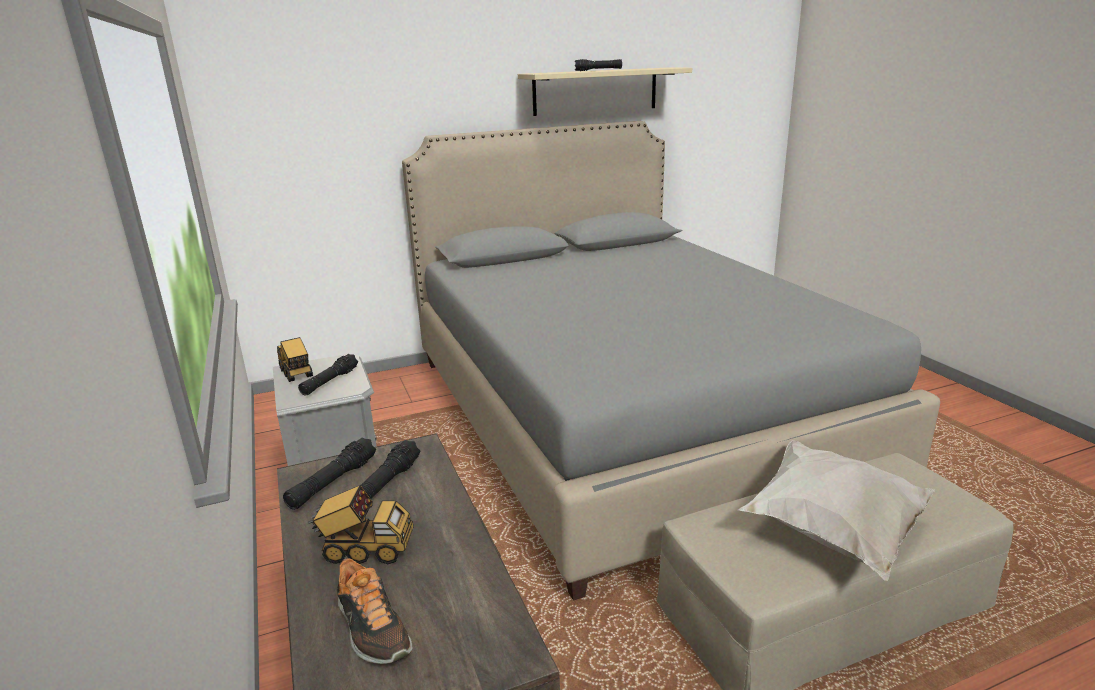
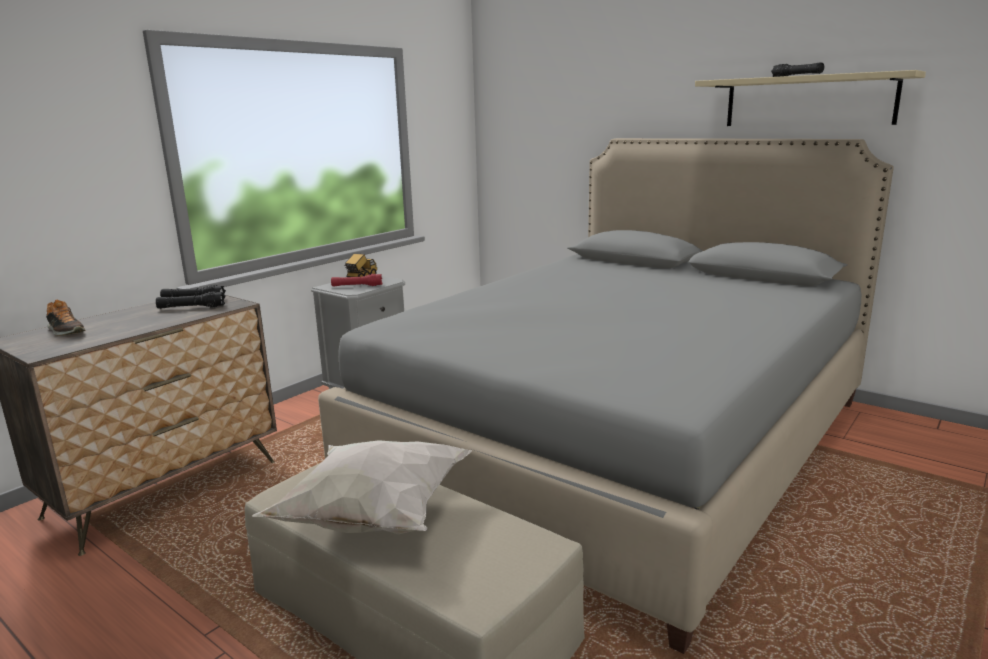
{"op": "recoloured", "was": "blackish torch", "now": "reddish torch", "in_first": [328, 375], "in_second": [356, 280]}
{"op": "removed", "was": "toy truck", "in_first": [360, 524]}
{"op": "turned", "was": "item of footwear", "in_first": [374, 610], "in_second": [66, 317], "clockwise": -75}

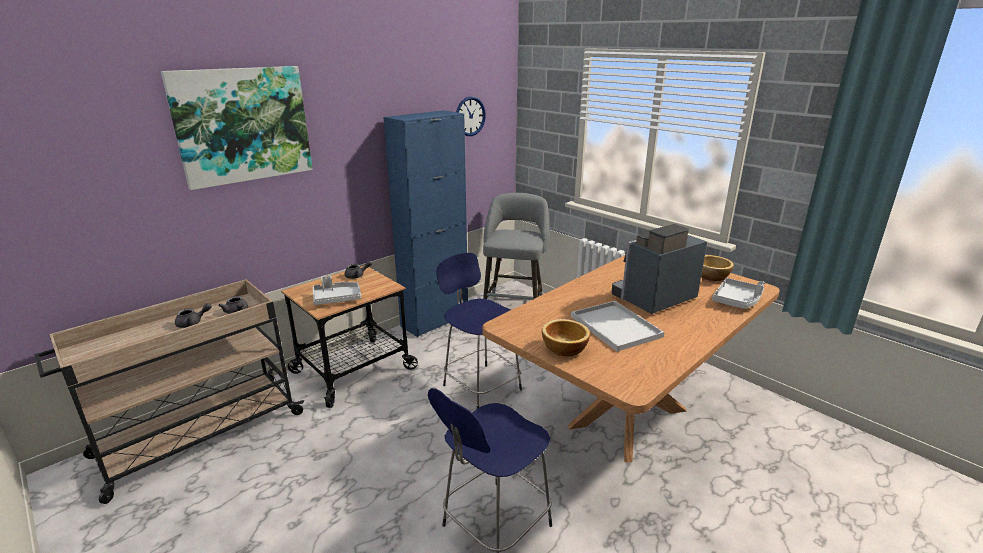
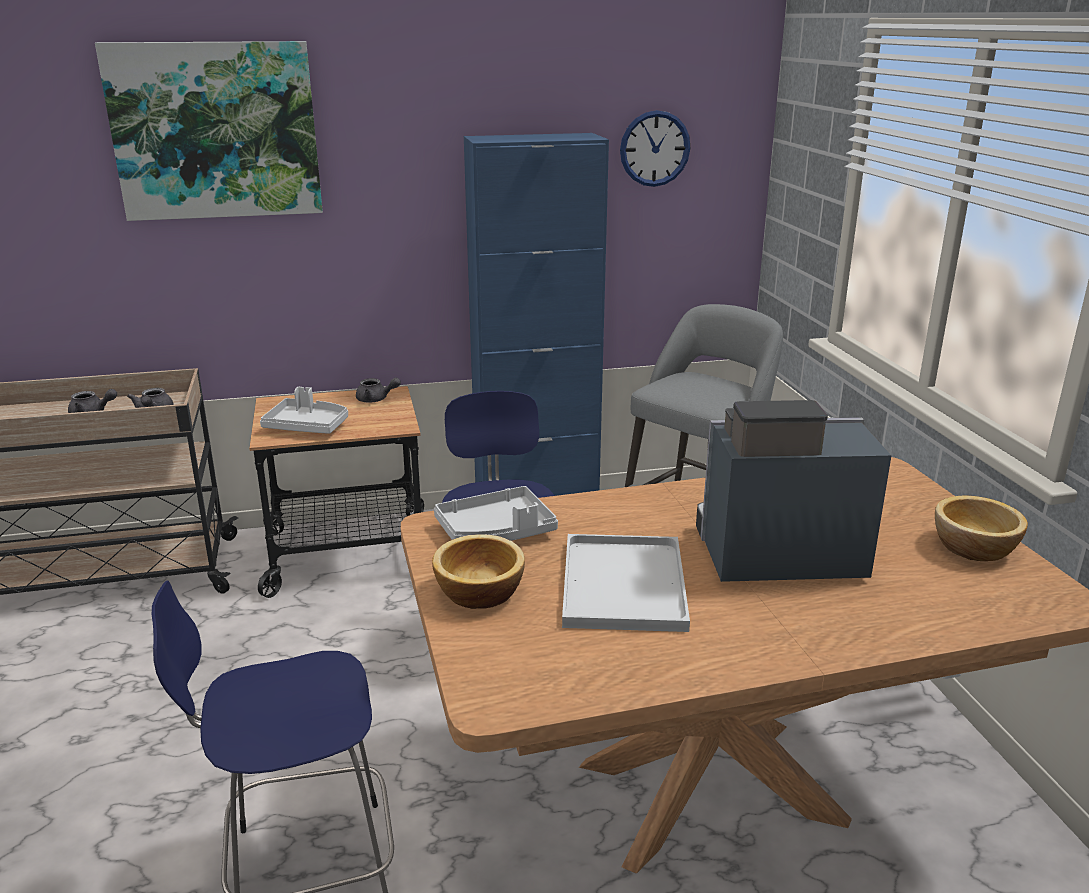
{"op": "moved", "was": "gray carrying tray", "in_first": [738, 293], "in_second": [496, 513]}

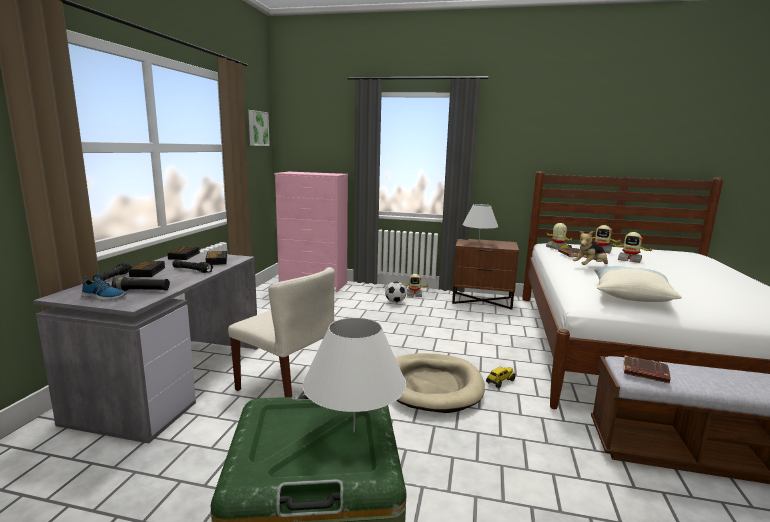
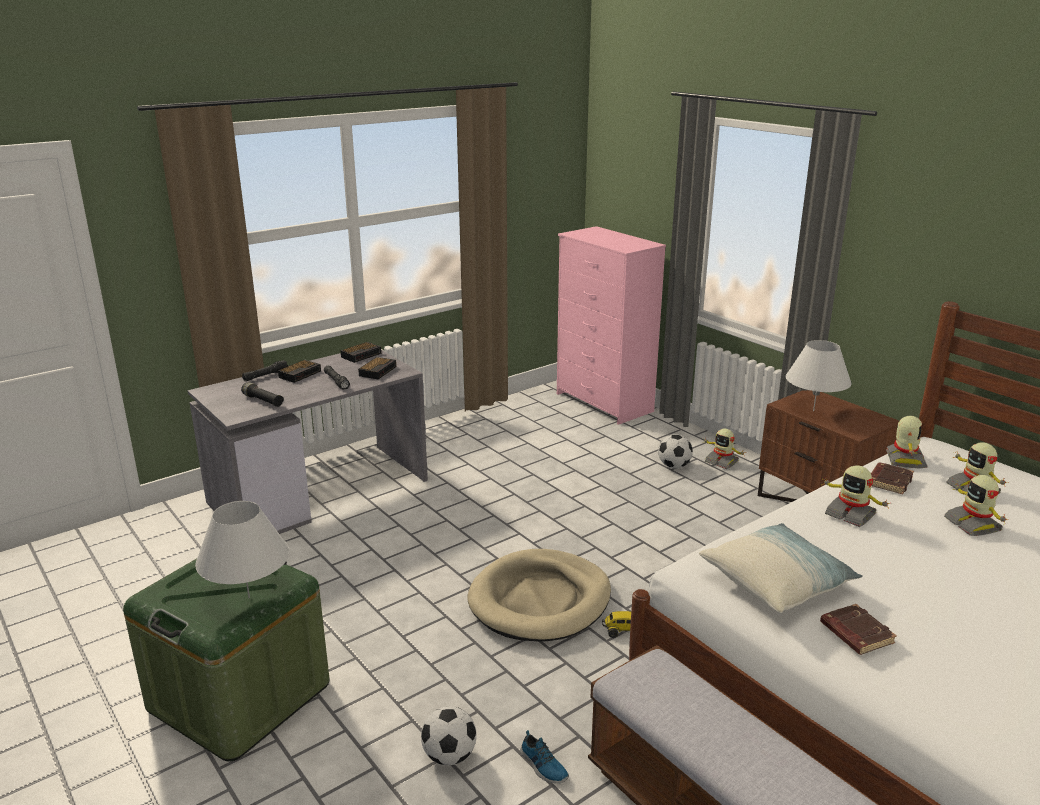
{"op": "removed", "was": "picture", "in_first": [259, 128]}
{"op": "replaced", "was": "plush toy", "now": "toy robot", "in_first": [590, 248], "in_second": [855, 496]}
{"op": "removed", "was": "beige-coloured chair", "in_first": [281, 332]}
{"op": "moved", "was": "item of footwear", "in_first": [104, 286], "in_second": [544, 757]}
{"op": "moved", "was": "brown volume", "in_first": [647, 369], "in_second": [858, 629]}
{"op": "added", "now": "ball for football", "in_second": [449, 735]}

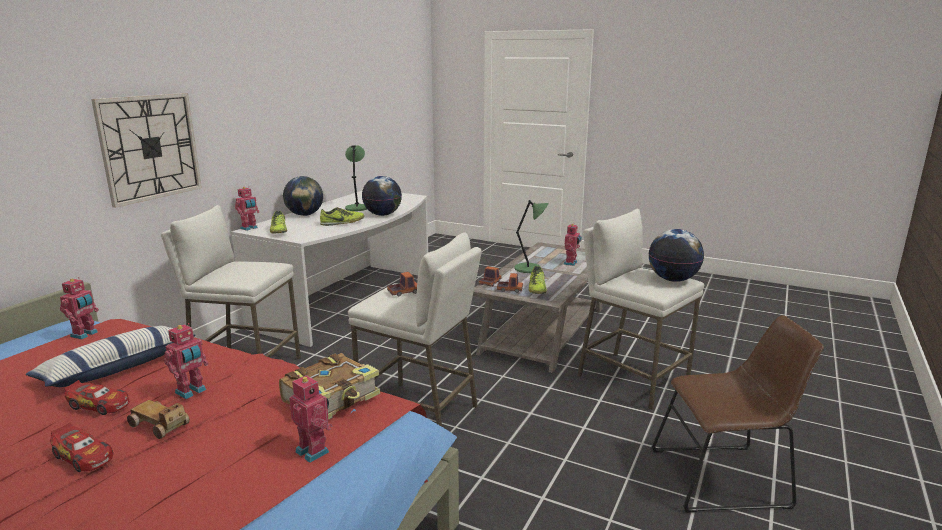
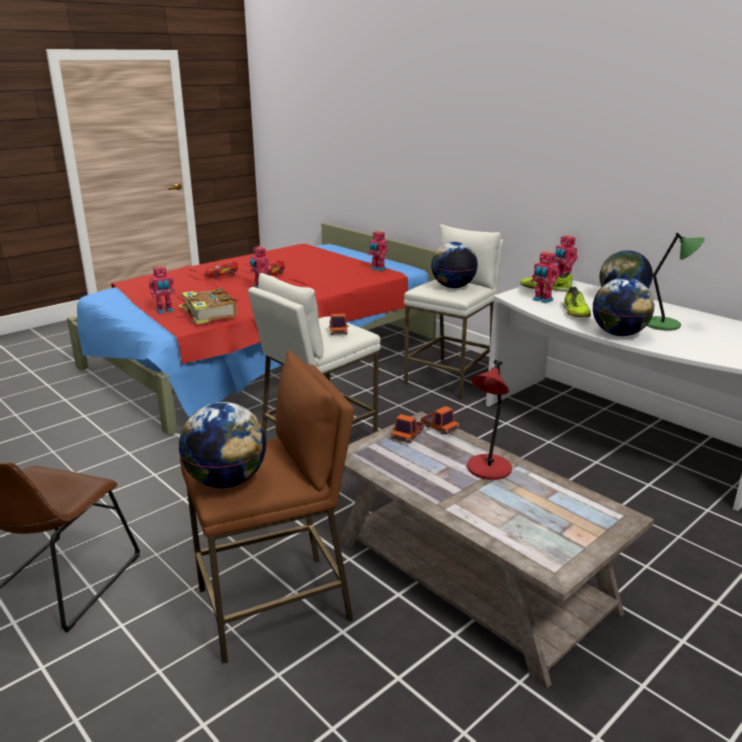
{"op": "removed", "was": "hanging clock", "in_first": [146, 150]}
{"op": "recoloured", "was": "green-coloured table lamp", "now": "reddish table lamp", "in_first": [531, 236], "in_second": [489, 420]}
{"op": "recoloured", "was": "whitish stool", "now": "brown stool", "in_first": [640, 309], "in_second": [267, 506]}
{"op": "moved", "was": "toy robot", "in_first": [572, 244], "in_second": [545, 277]}
{"op": "removed", "was": "item of footwear", "in_first": [537, 280]}
{"op": "removed", "was": "throw pillow", "in_first": [111, 356]}
{"op": "removed", "was": "model car", "in_first": [158, 419]}
{"op": "added", "now": "globe", "in_second": [454, 265]}

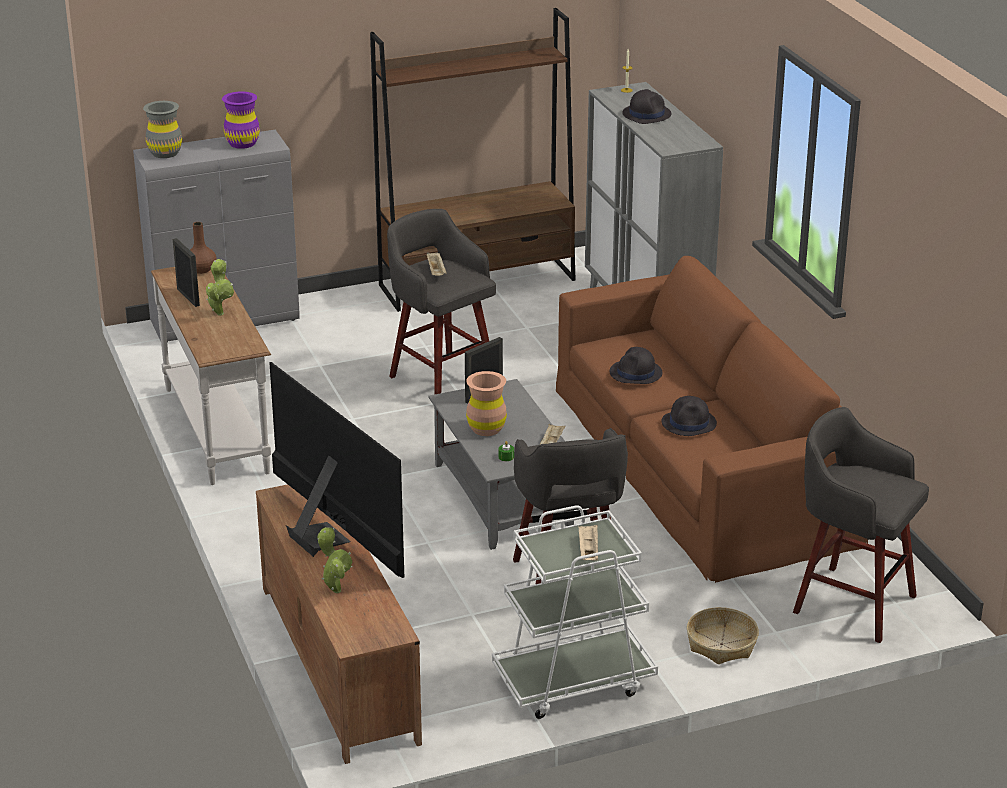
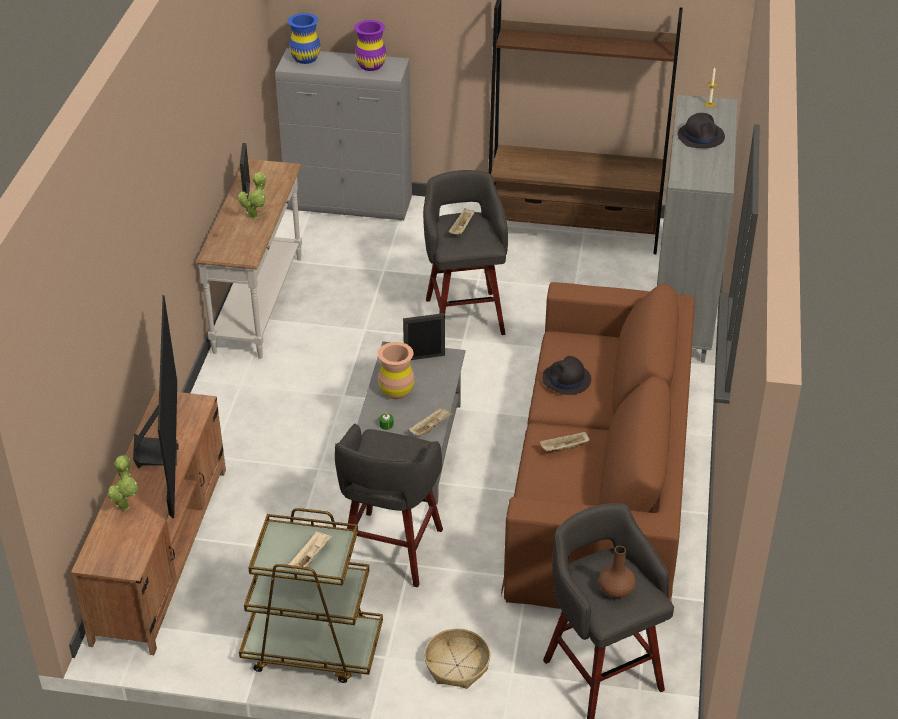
{"op": "recoloured", "was": "gray decorative vase", "now": "blue-coloured decorative vase", "in_first": [162, 129], "in_second": [304, 38]}
{"op": "moved", "was": "brown decorative vase", "in_first": [203, 248], "in_second": [617, 572]}
{"op": "replaced", "was": "blackish clothing hat", "now": "beige-coloured carrying tray", "in_first": [689, 416], "in_second": [565, 441]}
{"op": "recoloured", "was": "whitish wheeled cart", "now": "brown wheeled cart", "in_first": [575, 612], "in_second": [311, 595]}

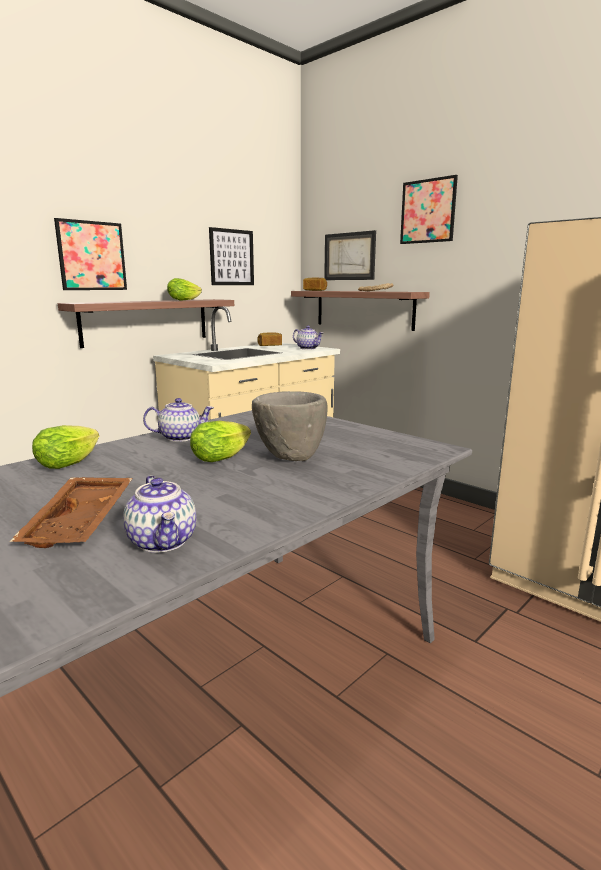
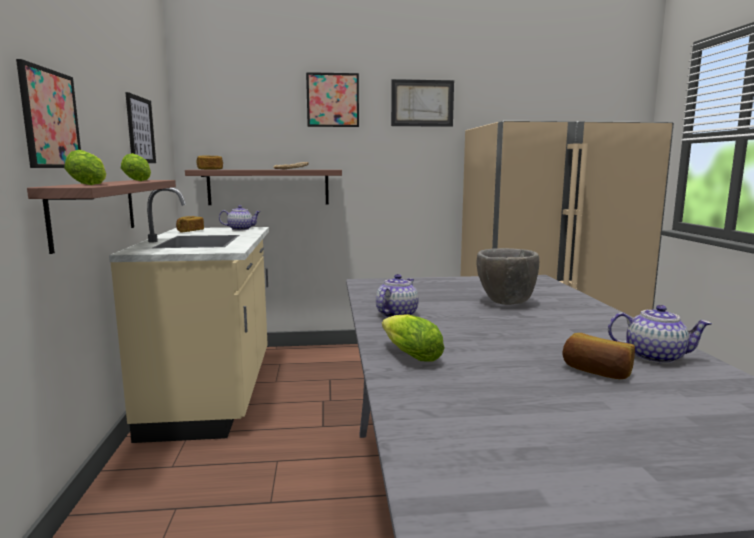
{"op": "moved", "was": "picture", "in_first": [350, 255], "in_second": [422, 103]}
{"op": "moved", "was": "lettuce", "in_first": [220, 441], "in_second": [85, 167]}
{"op": "replaced", "was": "brown carrying tray", "now": "baked bread", "in_first": [71, 512], "in_second": [598, 356]}

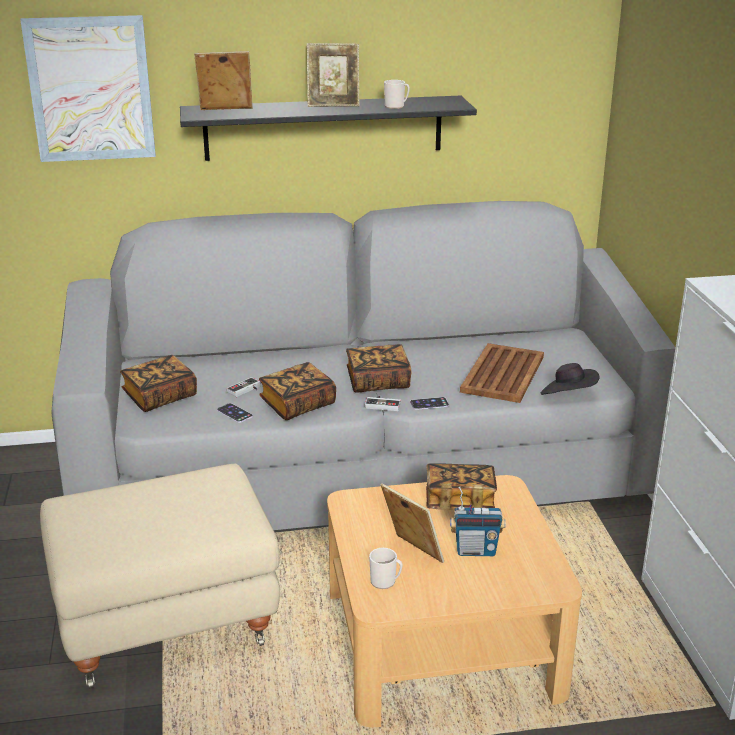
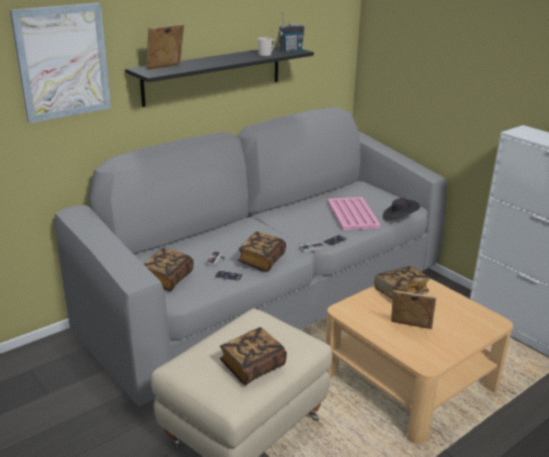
{"op": "removed", "was": "picture frame", "in_first": [333, 75]}
{"op": "recoloured", "was": "brown carrying tray", "now": "pink carrying tray", "in_first": [502, 373], "in_second": [354, 213]}
{"op": "moved", "was": "volume", "in_first": [378, 368], "in_second": [253, 356]}
{"op": "moved", "was": "radio receiver", "in_first": [478, 521], "in_second": [291, 32]}
{"op": "removed", "was": "coffee mug", "in_first": [386, 568]}

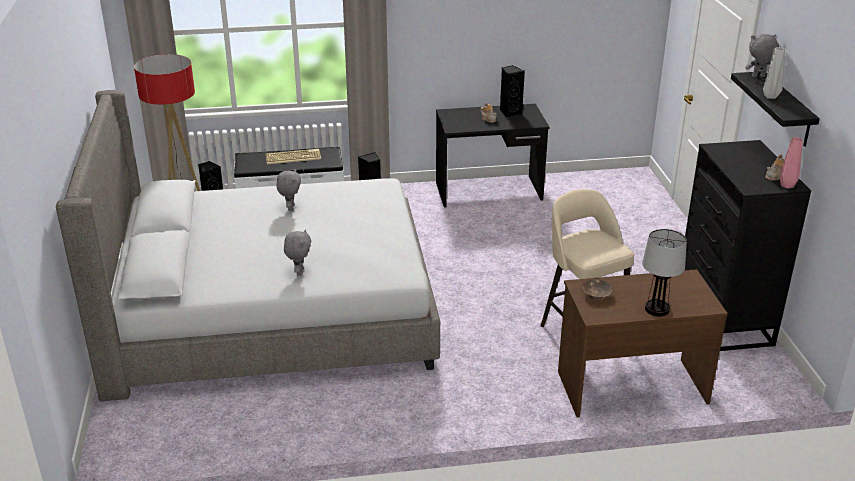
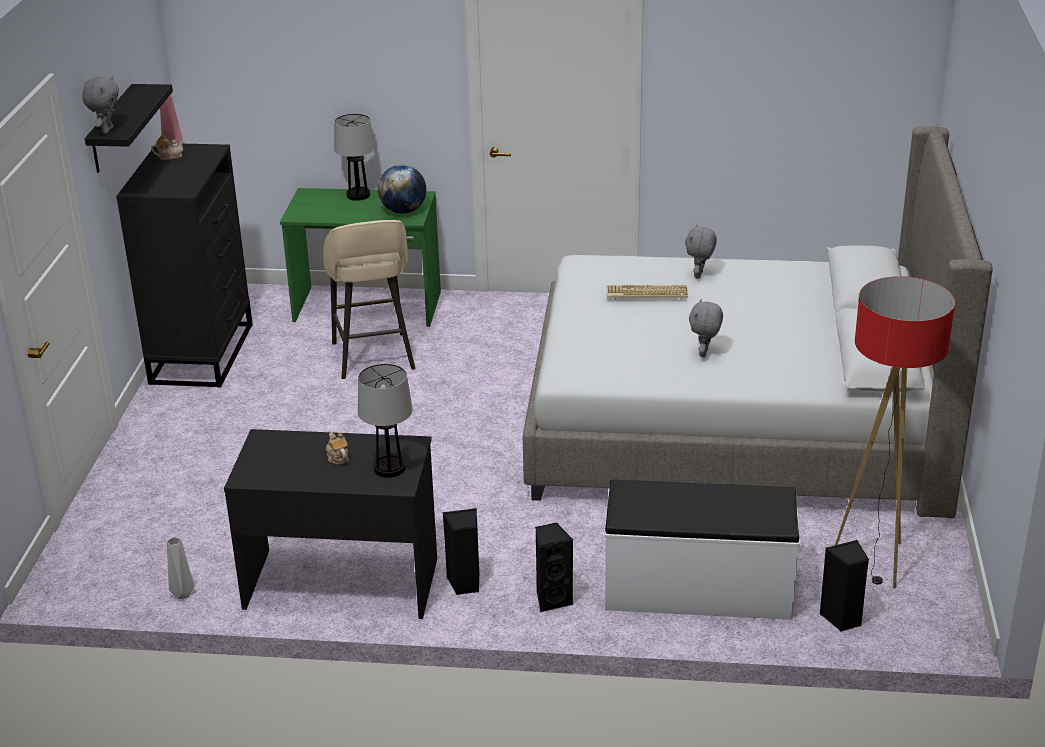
{"op": "turned", "was": "gray plush toy", "in_first": [762, 55], "in_second": [100, 105], "clockwise": -90}
{"op": "moved", "was": "gray decorative vase", "in_first": [774, 73], "in_second": [180, 568]}
{"op": "moved", "was": "blackish audio speaker", "in_first": [512, 91], "in_second": [460, 551]}
{"op": "moved", "was": "keyboard", "in_first": [293, 156], "in_second": [647, 292]}
{"op": "recoloured", "was": "brown desk unit", "now": "green-coloured desk unit", "in_first": [643, 343], "in_second": [360, 257]}
{"op": "replaced", "was": "brown deep dish", "now": "globe", "in_first": [596, 289], "in_second": [402, 189]}
{"op": "added", "now": "table lamp", "in_second": [385, 420]}

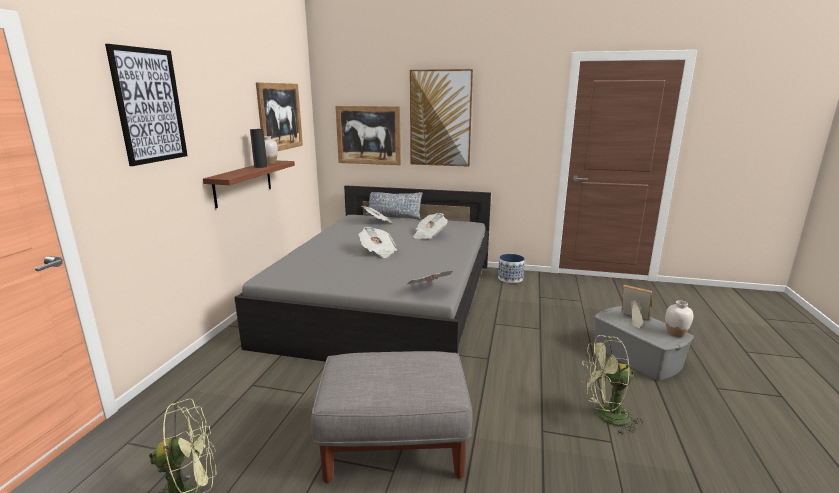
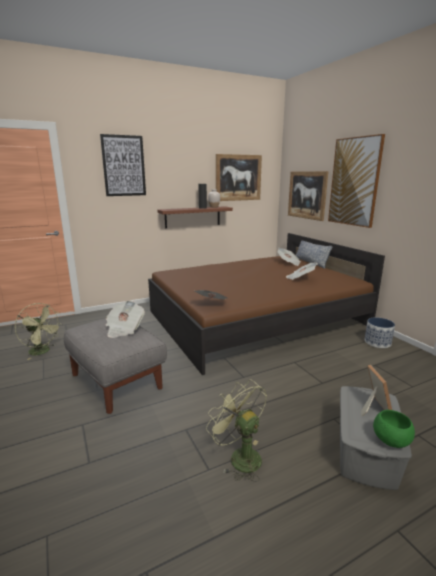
{"op": "recoloured", "was": "gray bed", "now": "brown bed", "in_first": [362, 273], "in_second": [266, 304]}
{"op": "moved", "was": "printed paper", "in_first": [378, 242], "in_second": [125, 319]}
{"op": "replaced", "was": "whitish decorative vase", "now": "green-coloured deep dish", "in_first": [679, 318], "in_second": [394, 429]}

